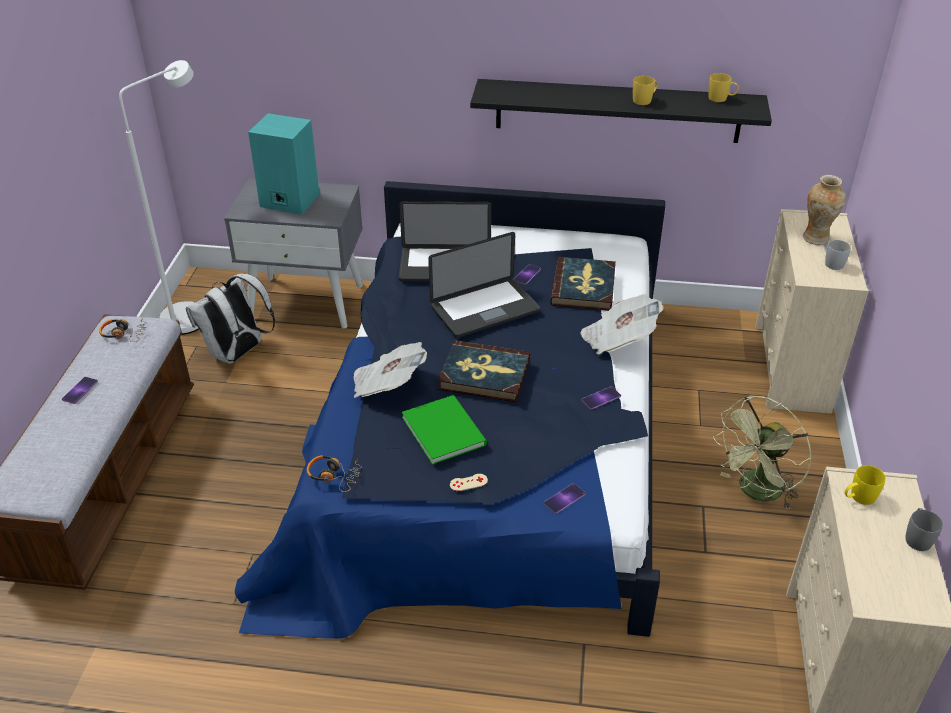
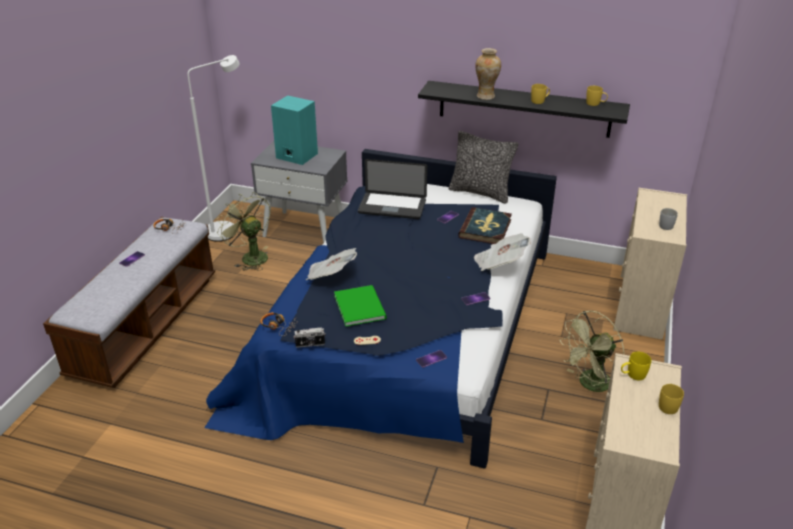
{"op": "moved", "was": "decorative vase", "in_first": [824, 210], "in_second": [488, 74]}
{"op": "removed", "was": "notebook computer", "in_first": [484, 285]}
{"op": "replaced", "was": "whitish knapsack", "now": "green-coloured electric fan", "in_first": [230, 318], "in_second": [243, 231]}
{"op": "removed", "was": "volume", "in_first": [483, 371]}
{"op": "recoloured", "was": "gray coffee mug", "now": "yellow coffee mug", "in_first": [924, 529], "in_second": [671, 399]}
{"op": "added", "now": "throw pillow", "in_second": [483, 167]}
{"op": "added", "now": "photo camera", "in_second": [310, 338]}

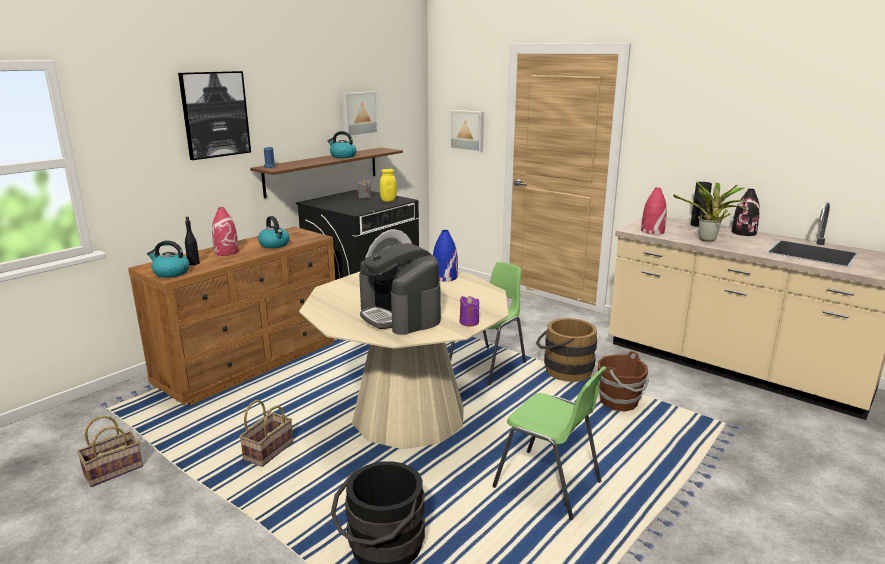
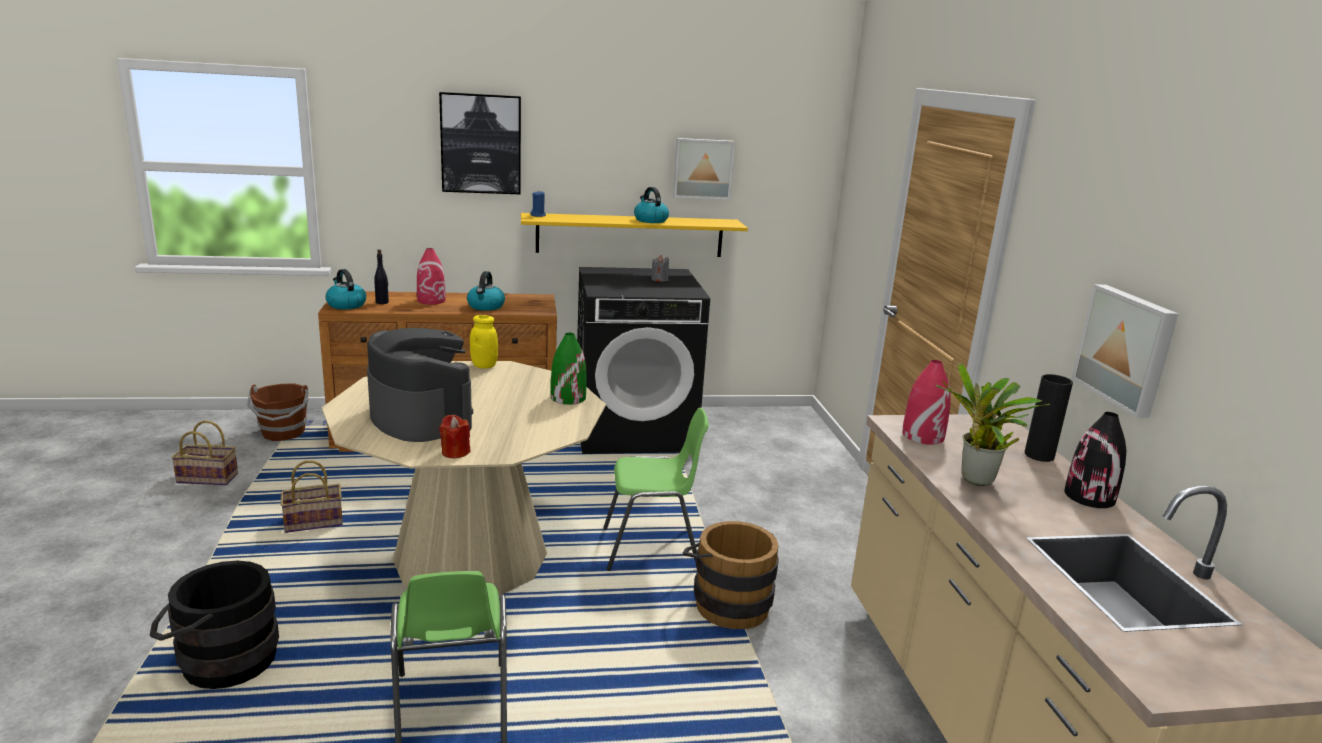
{"op": "moved", "was": "picture", "in_first": [467, 131], "in_second": [1125, 351]}
{"op": "recoloured", "was": "brown wall shelf", "now": "yellow wall shelf", "in_first": [326, 172], "in_second": [634, 235]}
{"op": "moved", "was": "yellow preserve jar", "in_first": [388, 185], "in_second": [484, 342]}
{"op": "recoloured", "was": "blue-coloured decorative vase", "now": "green-coloured decorative vase", "in_first": [445, 255], "in_second": [569, 369]}
{"op": "turned", "was": "coffee machine", "in_first": [400, 289], "in_second": [420, 385], "clockwise": 135}
{"op": "recoloured", "was": "purplish candle", "now": "reddish candle", "in_first": [469, 311], "in_second": [454, 436]}
{"op": "moved", "was": "brown pail", "in_first": [623, 381], "in_second": [278, 412]}

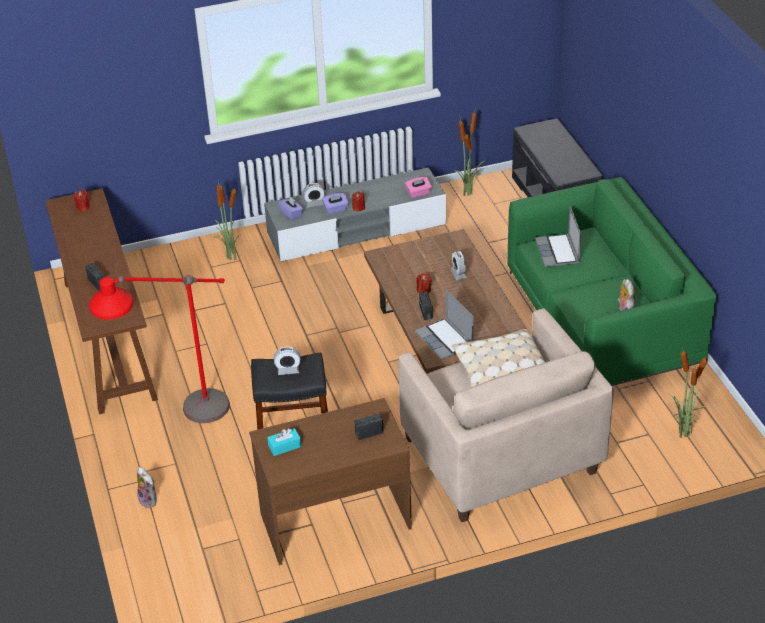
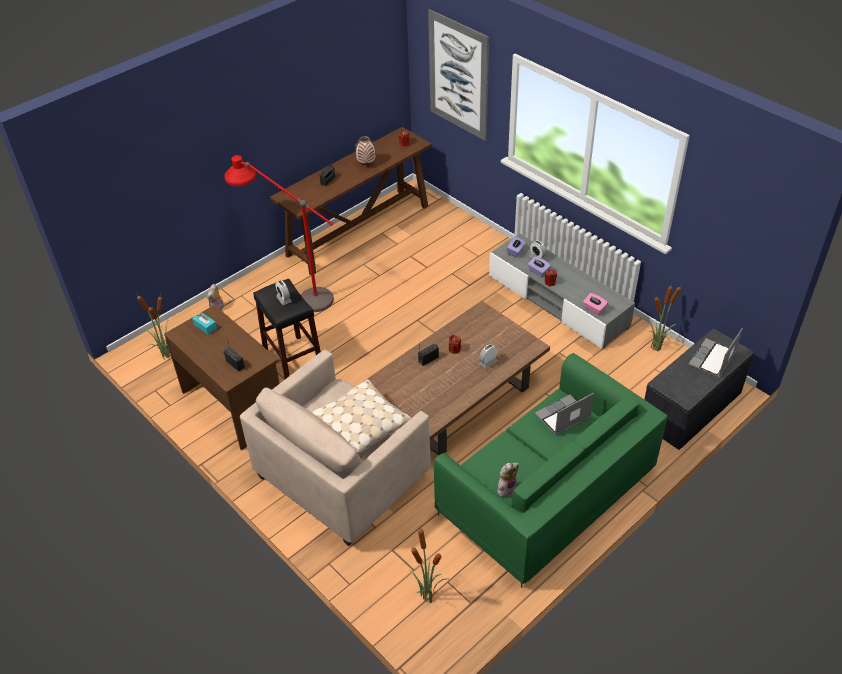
{"op": "moved", "was": "houseplant", "in_first": [228, 220], "in_second": [153, 326]}
{"op": "moved", "was": "notebook computer", "in_first": [444, 324], "in_second": [715, 353]}
{"op": "added", "now": "picture", "in_second": [458, 75]}
{"op": "added", "now": "decorative vase", "in_second": [365, 150]}

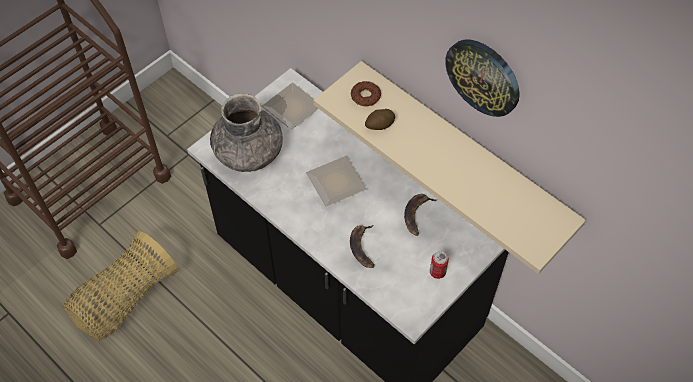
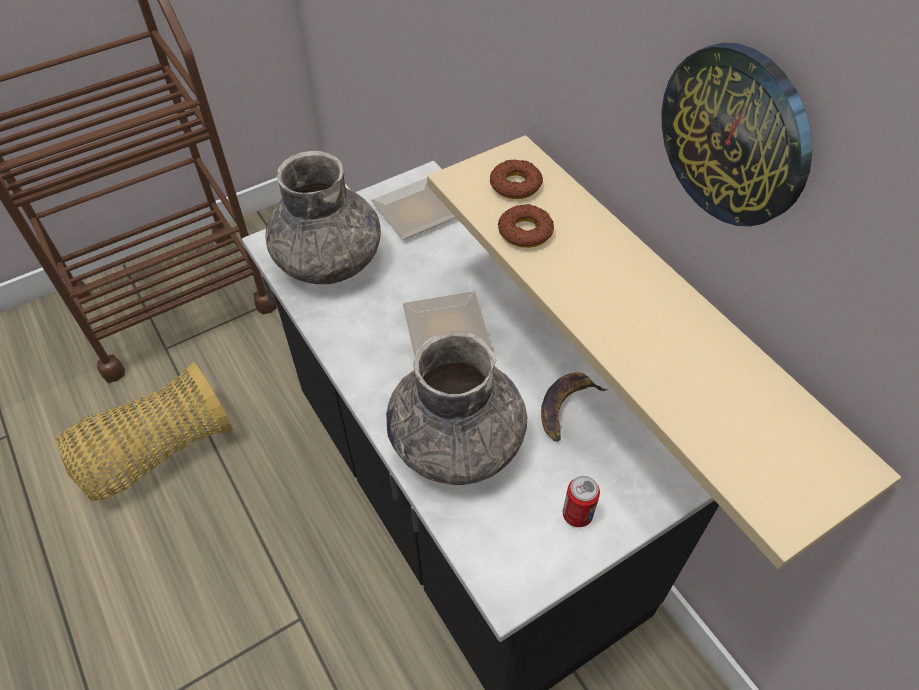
{"op": "replaced", "was": "potato", "now": "ring doughnut", "in_first": [380, 119], "in_second": [526, 226]}
{"op": "replaced", "was": "banana", "now": "gray decorative vase", "in_first": [362, 246], "in_second": [456, 408]}

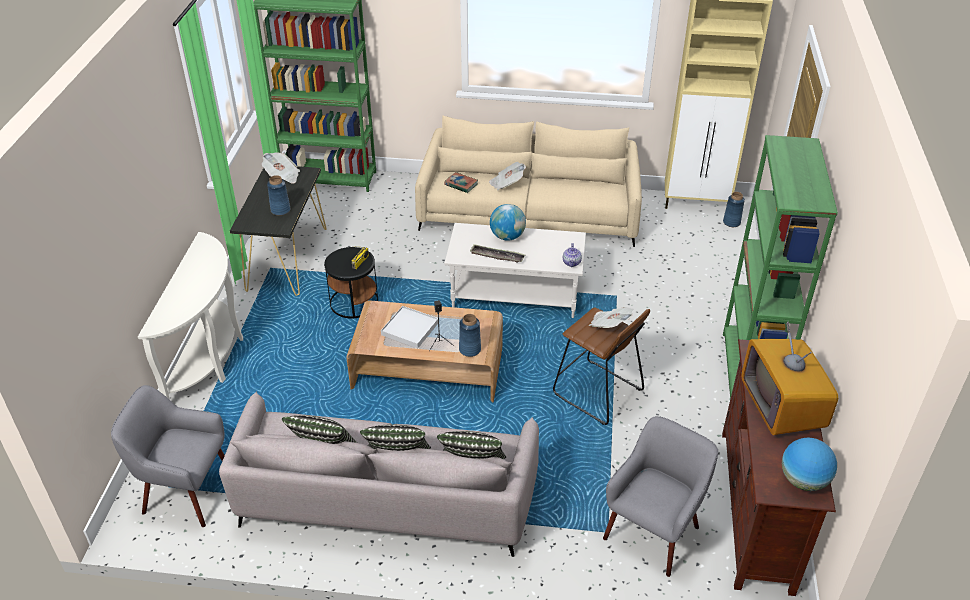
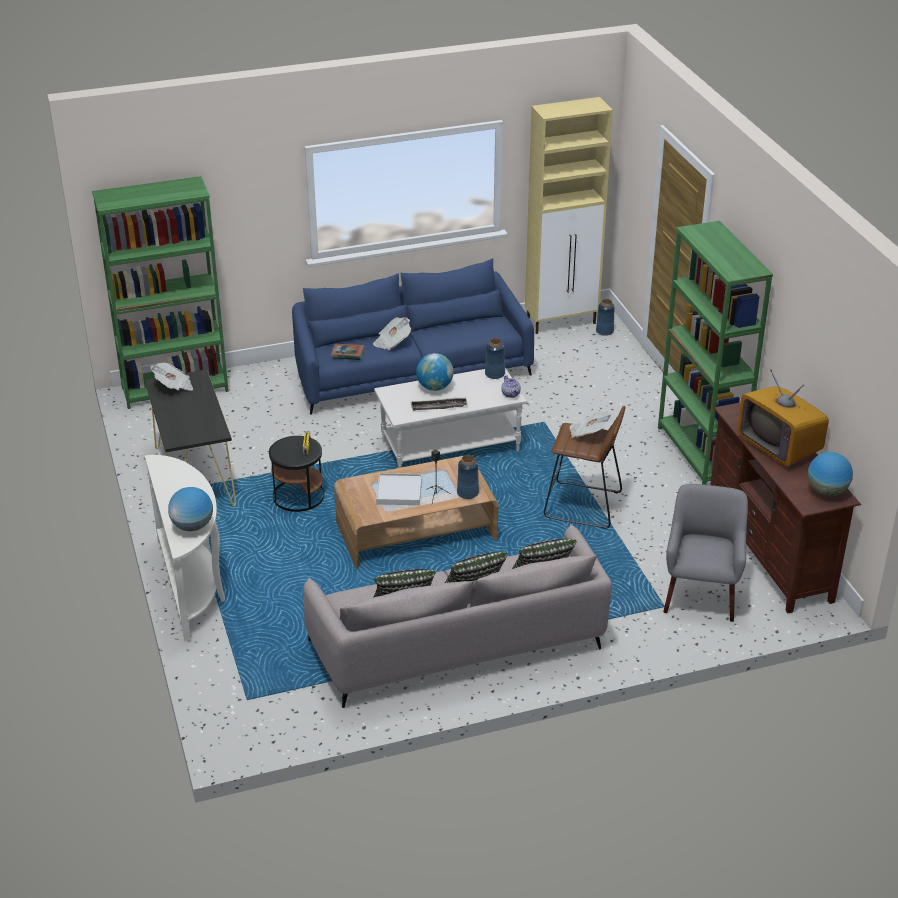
{"op": "recoloured", "was": "beige-coloured sofa", "now": "blue-coloured sofa", "in_first": [528, 181], "in_second": [413, 337]}
{"op": "moved", "was": "blue-coloured decorative vase", "in_first": [278, 195], "in_second": [495, 358]}
{"op": "removed", "was": "gray easy chair", "in_first": [168, 456]}
{"op": "added", "now": "globe", "in_second": [190, 509]}

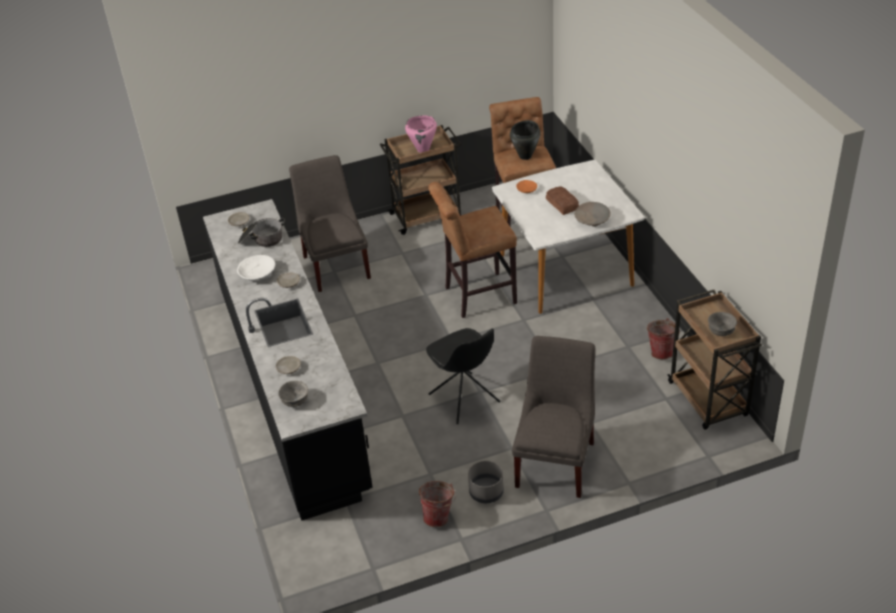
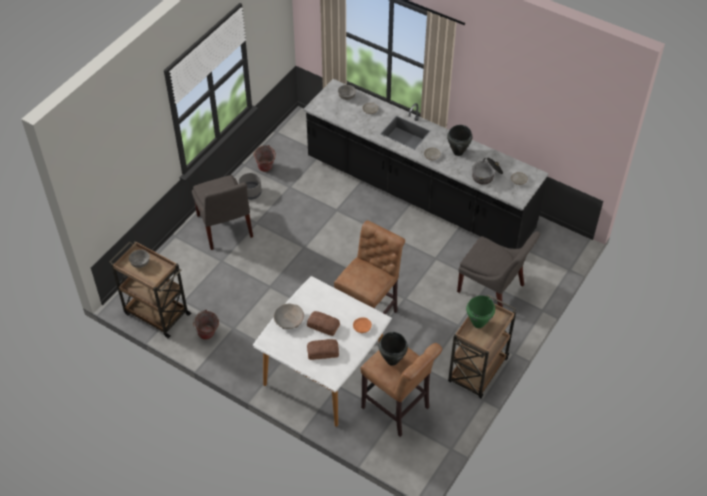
{"op": "recoloured", "was": "pink stockpot", "now": "green-coloured stockpot", "in_first": [421, 134], "in_second": [480, 311]}
{"op": "replaced", "was": "whitish deep dish", "now": "blackish stockpot", "in_first": [256, 268], "in_second": [459, 140]}
{"op": "removed", "was": "blackish chair", "in_first": [463, 376]}
{"op": "added", "now": "baked bread", "in_second": [323, 349]}

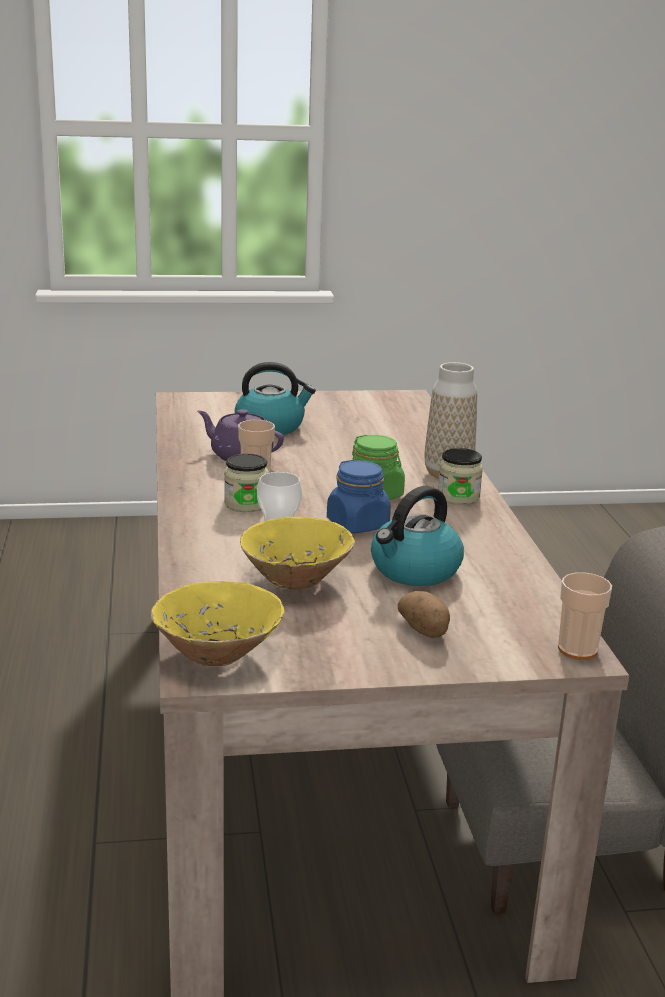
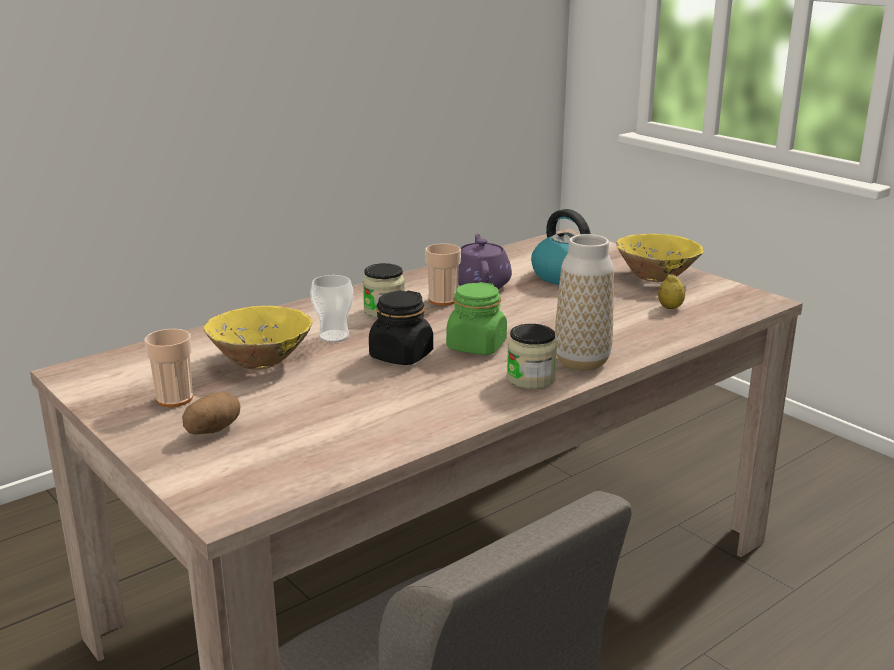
{"op": "recoloured", "was": "blue-coloured preserve jar", "now": "blackish preserve jar", "in_first": [359, 496], "in_second": [401, 328]}
{"op": "removed", "was": "kettle", "in_first": [417, 536]}
{"op": "moved", "was": "drinking cup", "in_first": [585, 616], "in_second": [168, 368]}
{"op": "moved", "was": "yellow deep dish", "in_first": [217, 623], "in_second": [660, 258]}
{"op": "added", "now": "whole lemon", "in_second": [671, 291]}

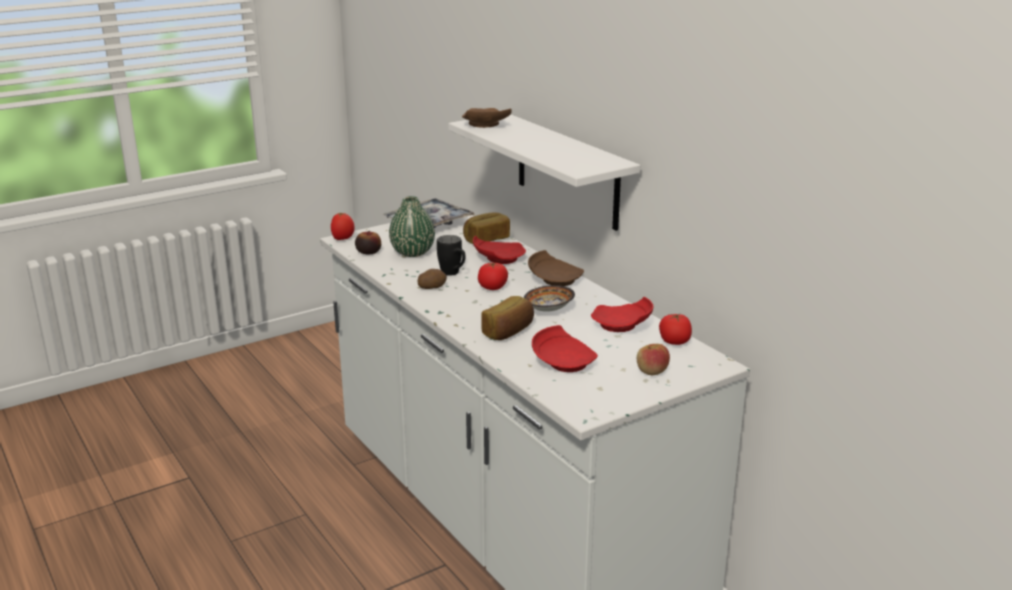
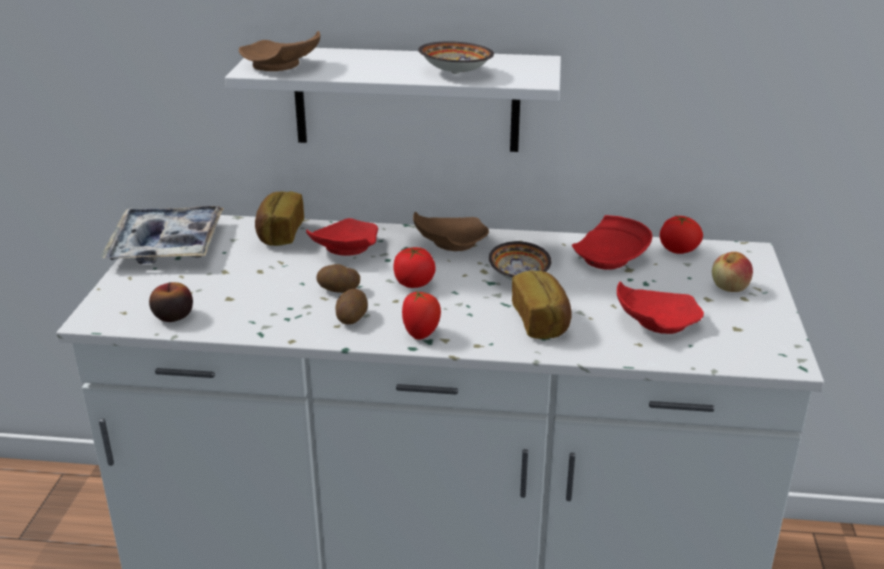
{"op": "removed", "was": "green-coloured decorative vase", "in_first": [412, 226]}
{"op": "moved", "was": "fresh tomato", "in_first": [343, 226], "in_second": [421, 315]}
{"op": "replaced", "was": "blackish coffee mug", "now": "potato", "in_first": [451, 255], "in_second": [338, 278]}
{"op": "added", "now": "deep dish", "in_second": [456, 57]}

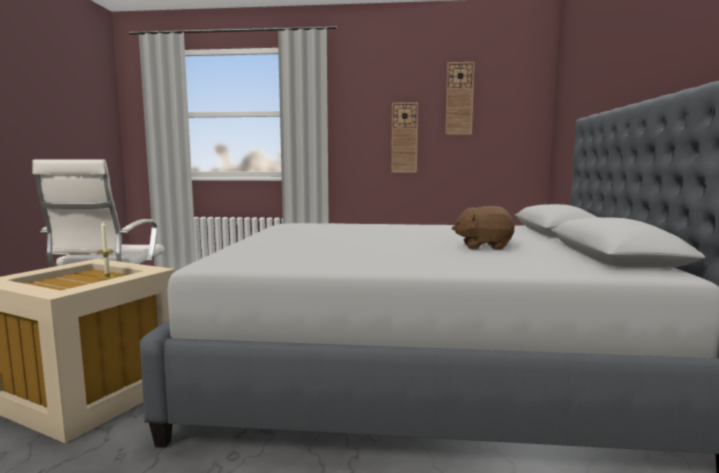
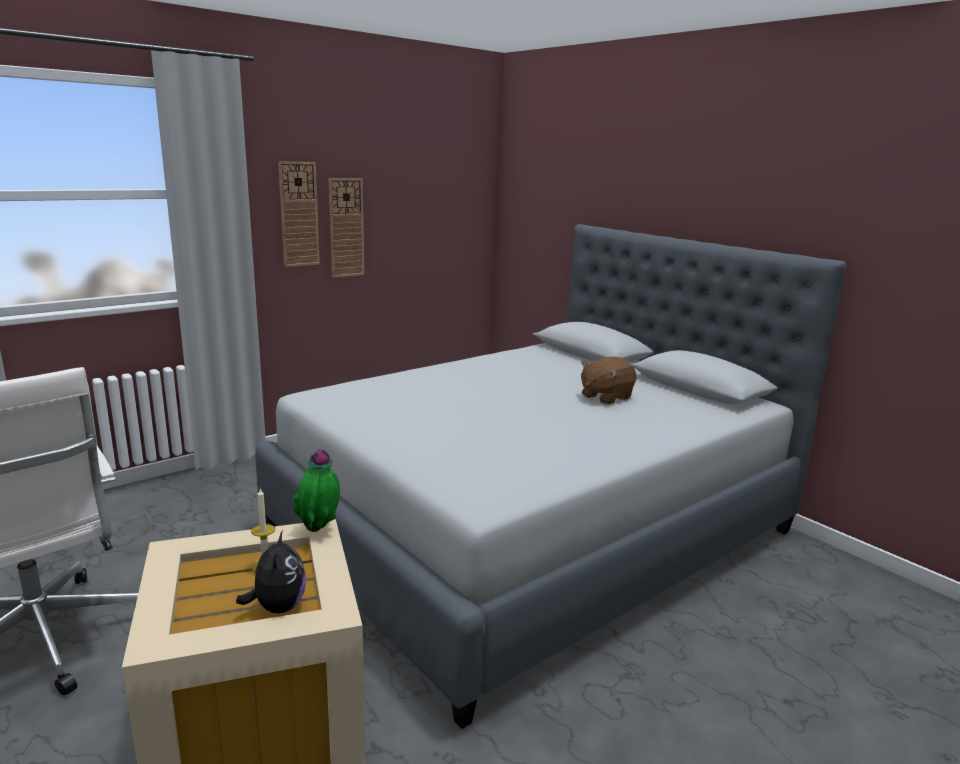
{"op": "moved", "was": "hanging clock", "in_first": [459, 98], "in_second": [299, 214]}
{"op": "added", "now": "houseplant", "in_second": [316, 490]}
{"op": "added", "now": "plush toy", "in_second": [271, 571]}

